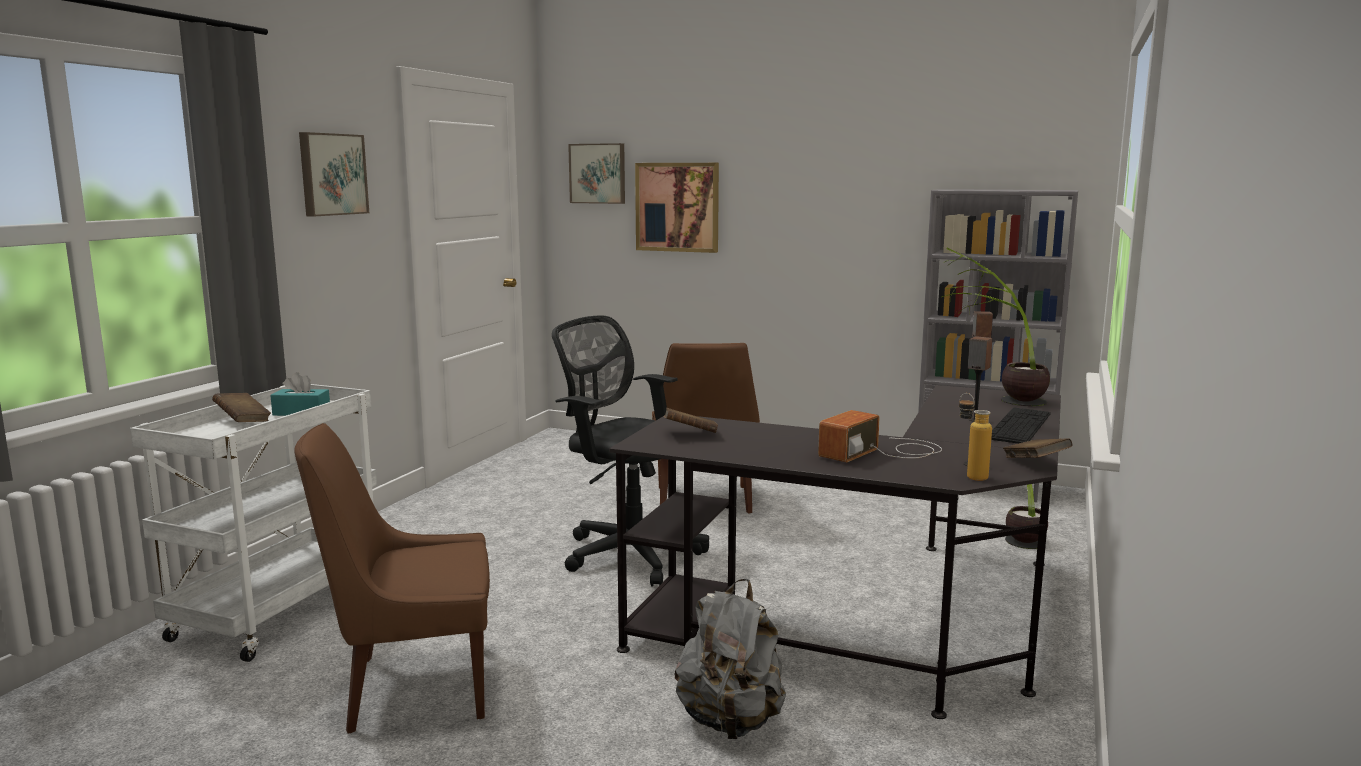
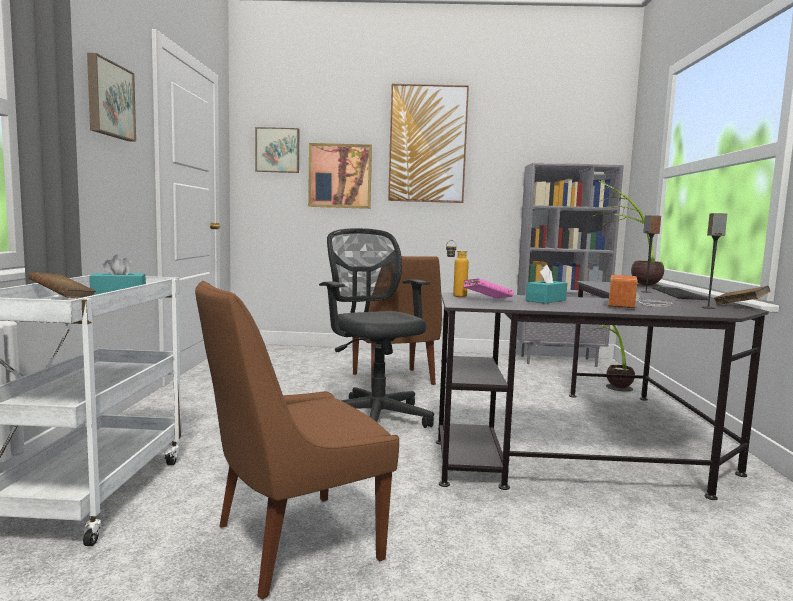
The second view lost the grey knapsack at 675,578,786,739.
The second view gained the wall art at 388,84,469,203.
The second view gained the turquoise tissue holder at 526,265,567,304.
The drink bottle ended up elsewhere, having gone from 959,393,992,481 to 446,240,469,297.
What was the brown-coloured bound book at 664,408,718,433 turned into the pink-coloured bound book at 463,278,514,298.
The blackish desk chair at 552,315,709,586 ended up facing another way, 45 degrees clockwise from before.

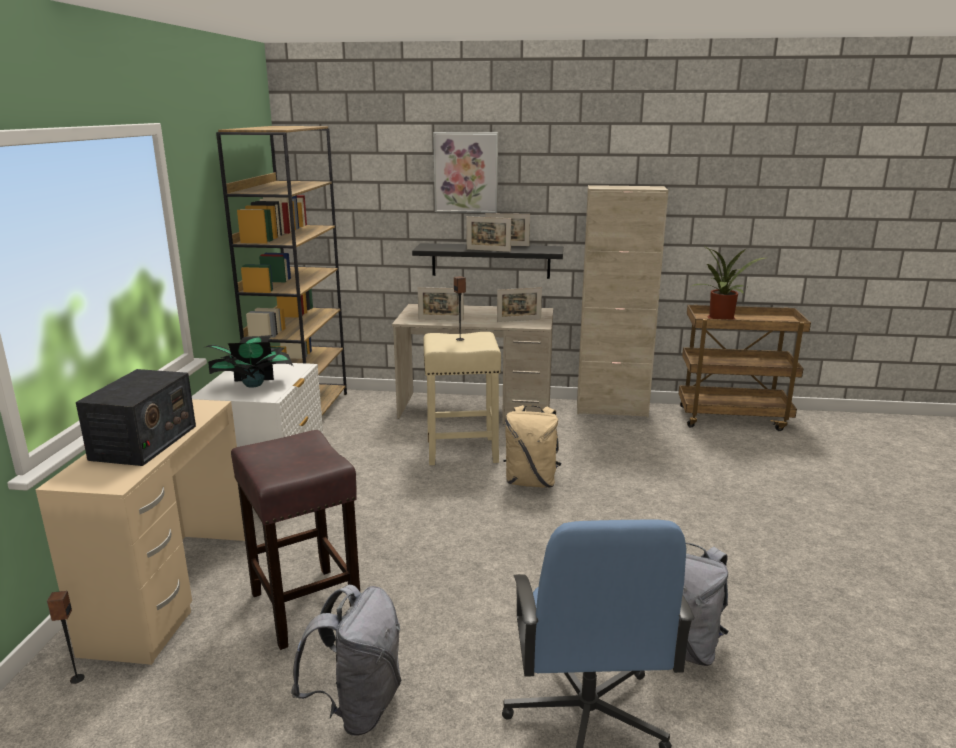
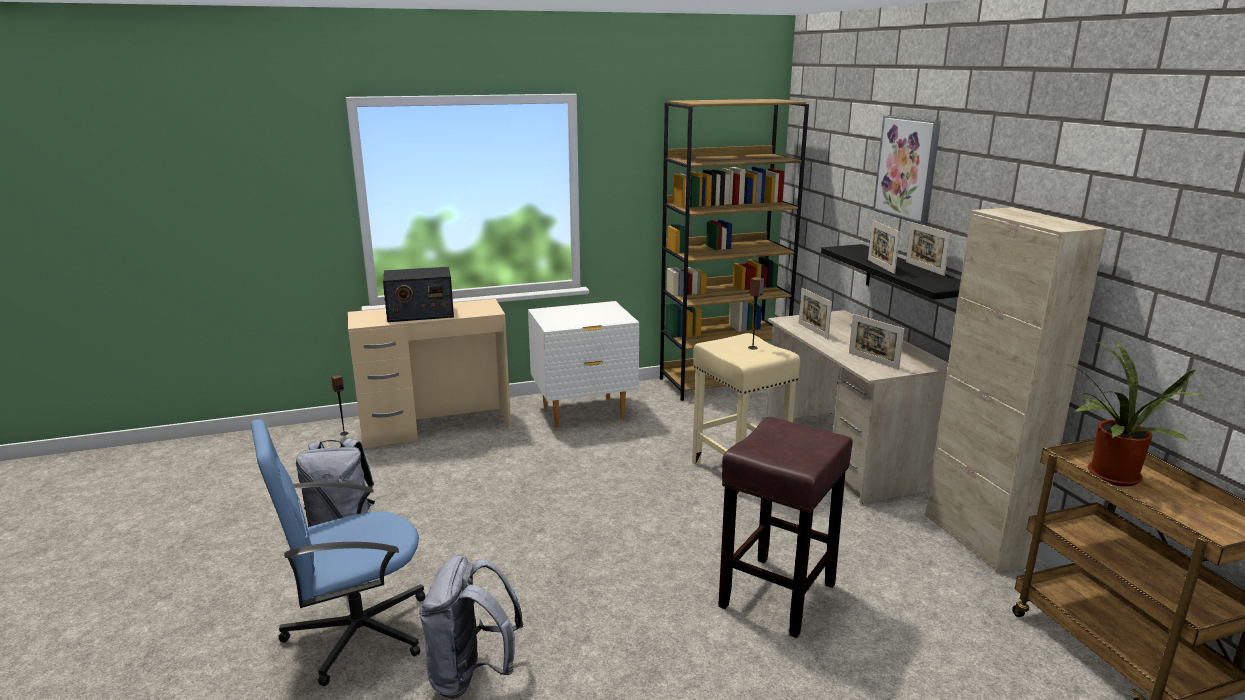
The second view lost the houseplant at 206,335,293,388.
The second view lost the sand-coloured knapsack at 503,405,562,488.
The brown-coloured stool seat ended up elsewhere, having gone from 231,430,360,650 to 718,417,853,638.

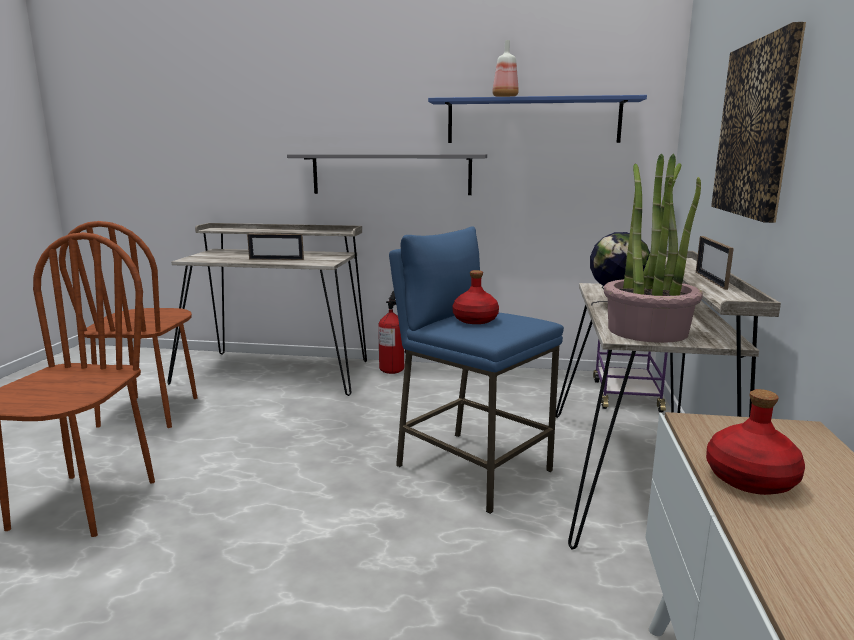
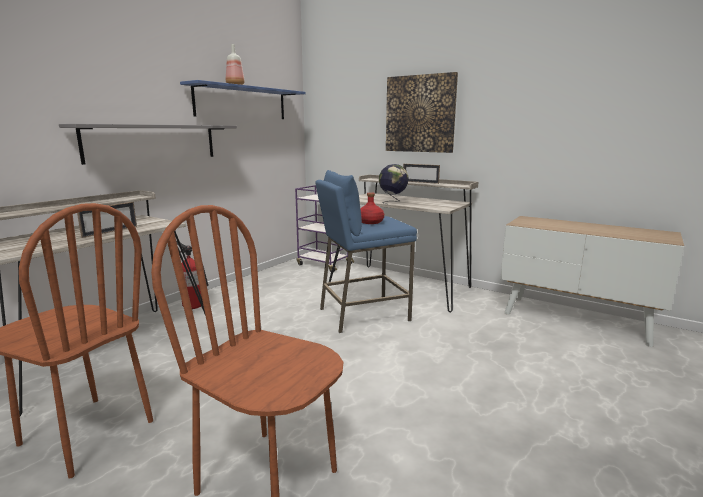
The second view lost the houseplant at 604,153,703,343.
The second view lost the red drink bottle at 706,389,805,495.

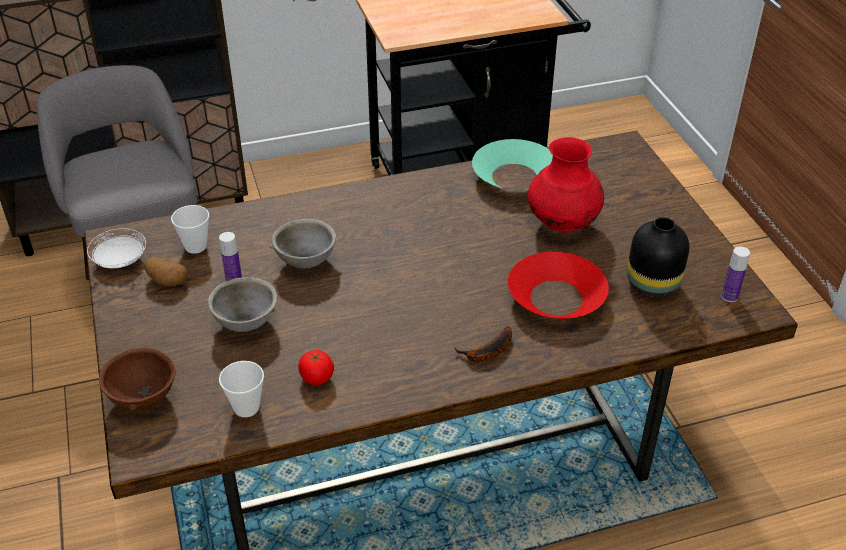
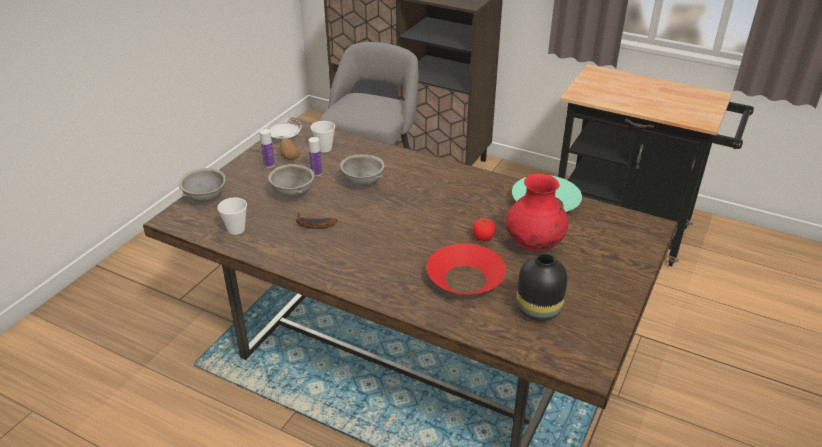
The whole tomato ended up elsewhere, having gone from 298,350,334,385 to 472,218,495,241.
The banana ended up elsewhere, having gone from 454,326,512,362 to 296,213,337,229.
The drink bottle ended up elsewhere, having gone from 721,246,750,302 to 260,129,275,168.
What was the brown-coloured deep dish at 99,348,176,411 turned into the grey deep dish at 179,168,226,202.

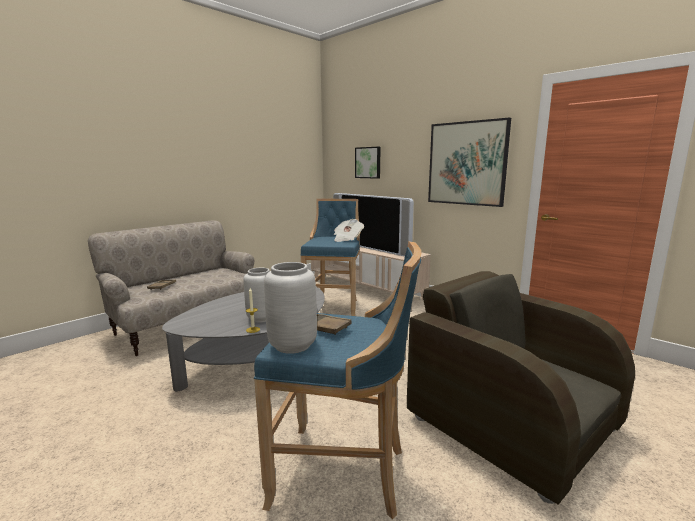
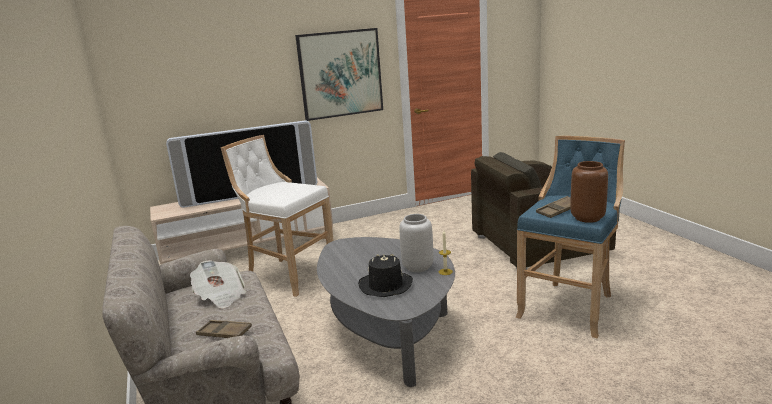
The second view lost the wall art at 355,147,381,179.
The second view gained the blackish hat at 358,254,413,297.
The newspaper ended up elsewhere, having gone from 334,219,364,242 to 190,260,246,308.
What was the grey flower vase at 264,262,317,354 turned into the brown-coloured flower vase at 570,161,608,223.
What was the blue-coloured stool seat at 301,199,360,316 turned into the whitish stool seat at 221,135,334,297.

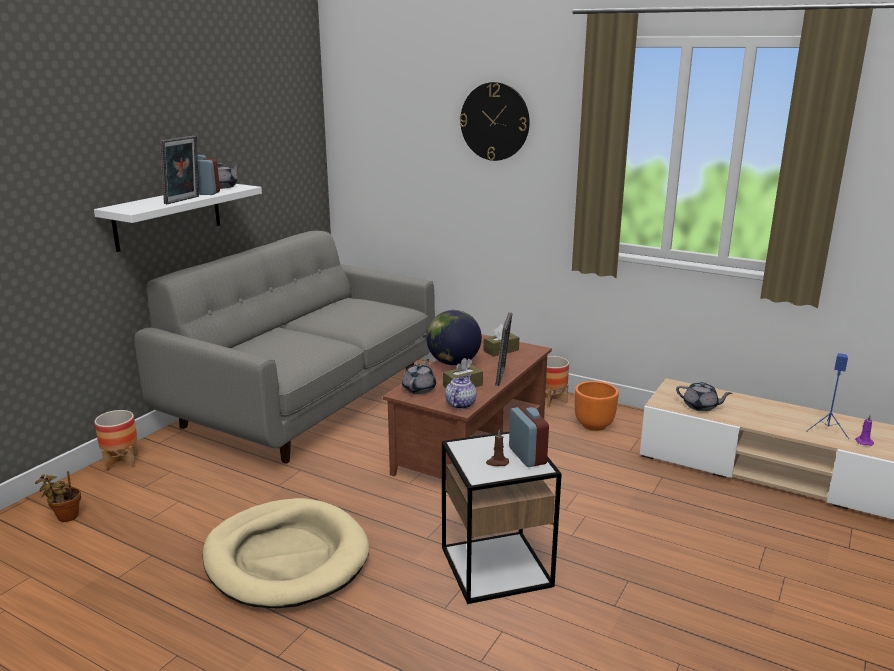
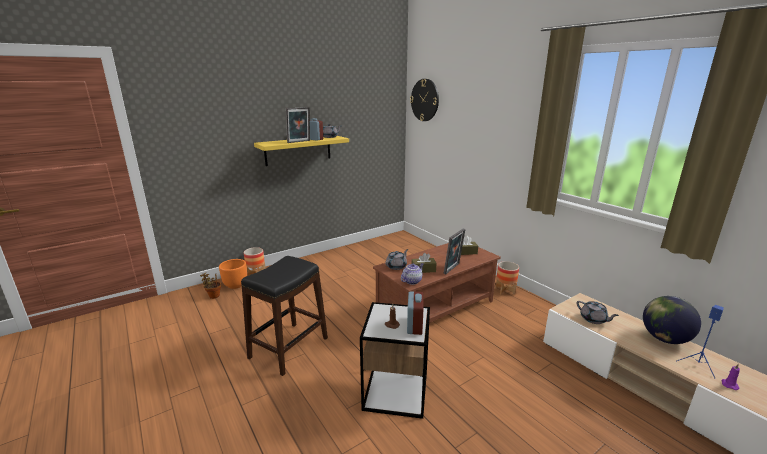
The second view lost the grey sofa at 134,231,435,464.
The globe ended up elsewhere, having gone from 426,310,482,365 to 643,296,701,344.
The wall clock ended up elsewhere, having gone from 460,82,530,161 to 410,79,439,121.
The orangey plant pot ended up elsewhere, having gone from 575,381,619,431 to 219,259,247,289.
Where the sand-coloured dog bed stood at 202,498,369,608, the blackish stool seat came to stand at 241,256,328,376.
What was the whitish shelf at 94,184,262,252 turned into the yellowish shelf at 254,136,349,166.

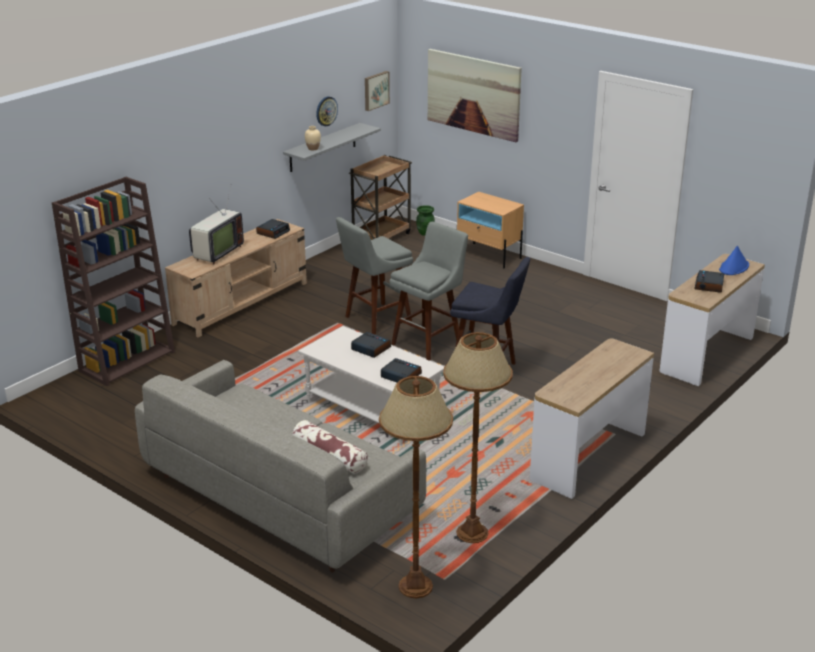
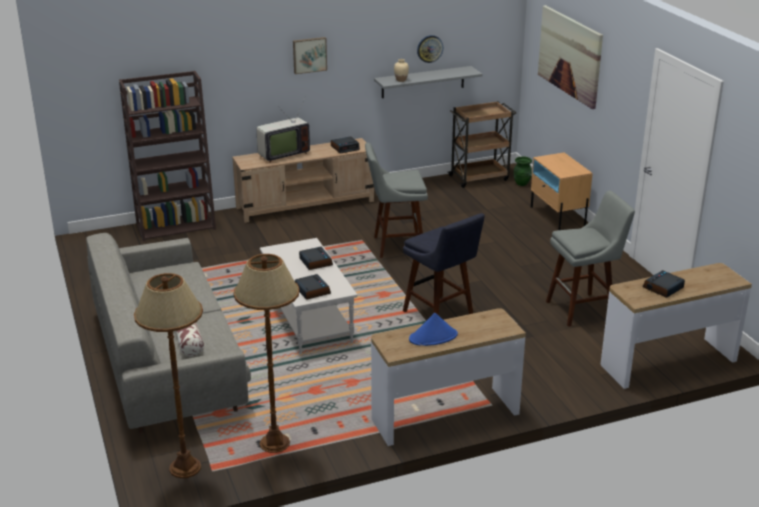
The wall art ended up elsewhere, having gone from 365,71,390,111 to 293,37,327,74.
The grey stool seat ended up elsewhere, having gone from 390,222,468,361 to 546,191,635,327.
The blue-coloured hat ended up elsewhere, having gone from 719,246,749,275 to 409,313,458,346.

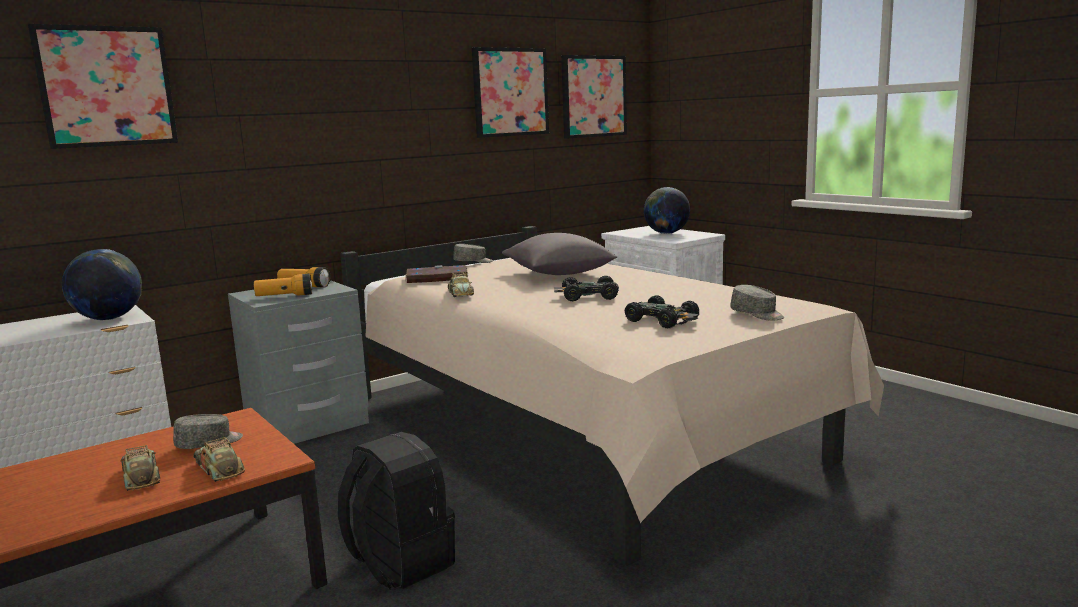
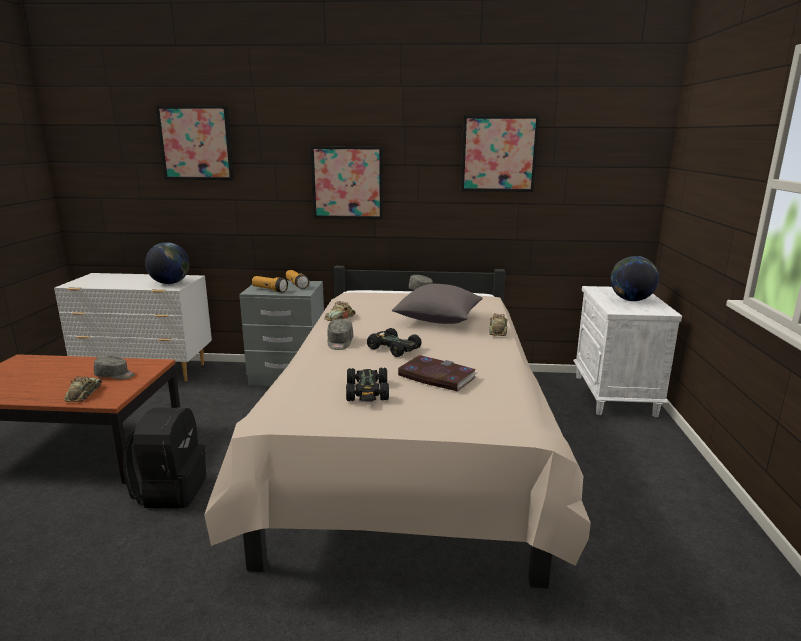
The toy car ended up elsewhere, having gone from 120,445,160,491 to 489,314,508,336.
The bound book ended up elsewhere, having gone from 405,265,469,283 to 398,355,477,391.
The wall art ended up elsewhere, having gone from 561,55,627,139 to 310,146,383,219.
The grey cap ended up elsewhere, having gone from 730,285,784,321 to 327,319,353,350.

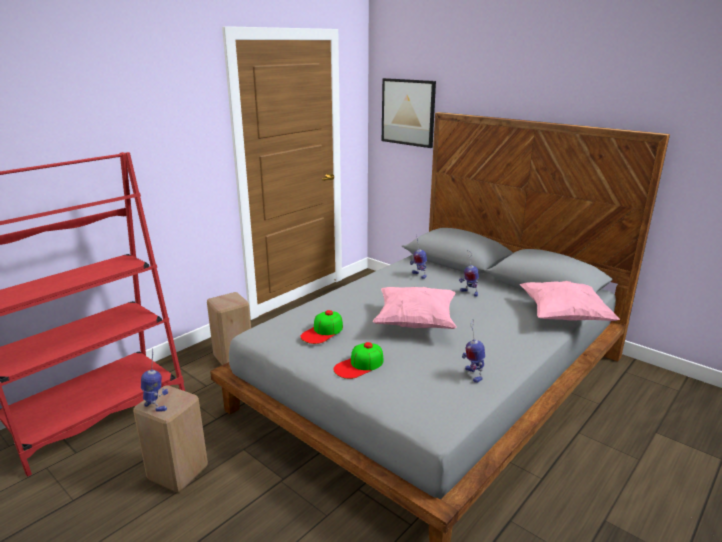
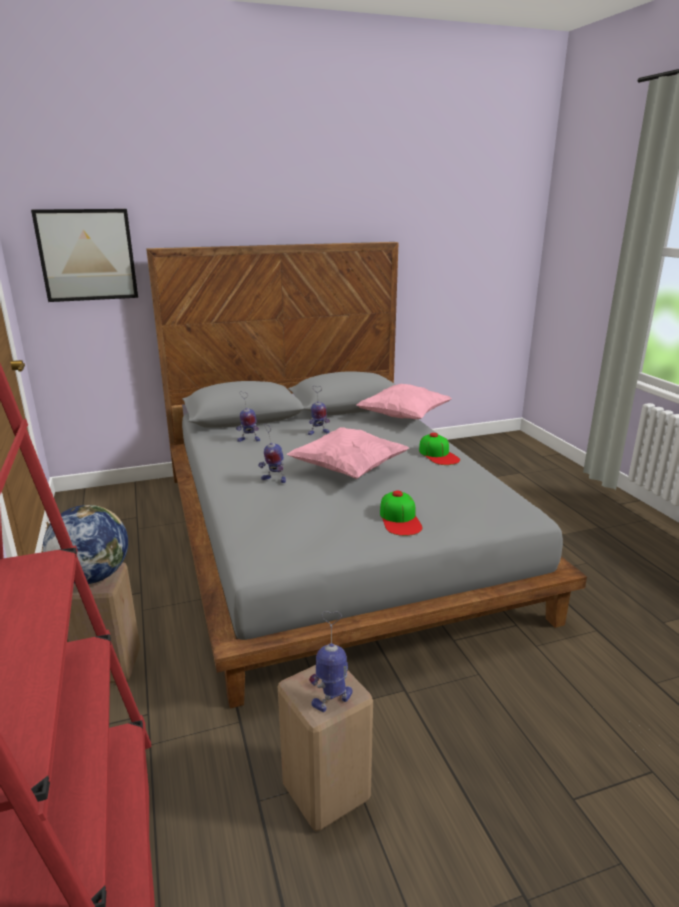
The second view gained the globe at 43,505,128,584.
The cap ended up elsewhere, having gone from 300,310,343,344 to 419,433,460,465.
The model robot ended up elsewhere, having gone from 462,319,485,383 to 258,423,286,483.

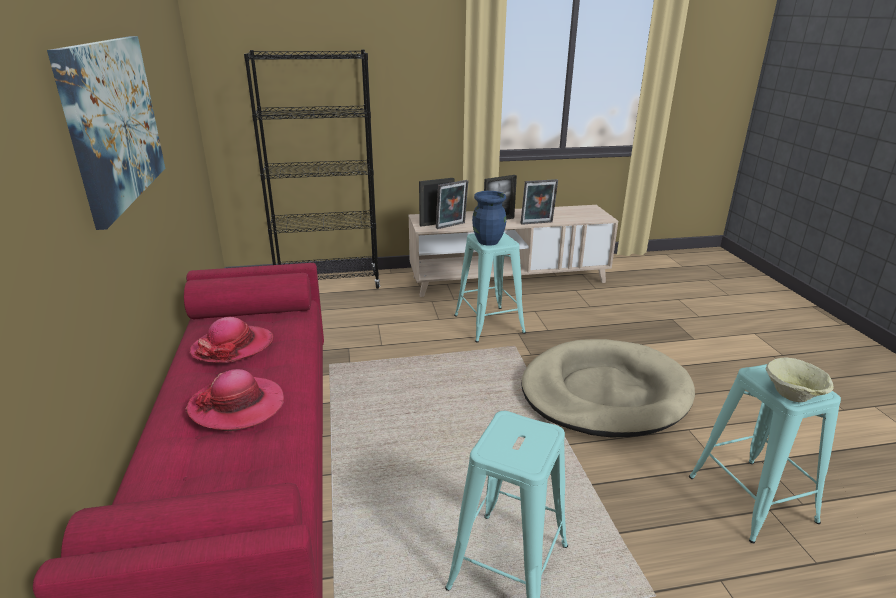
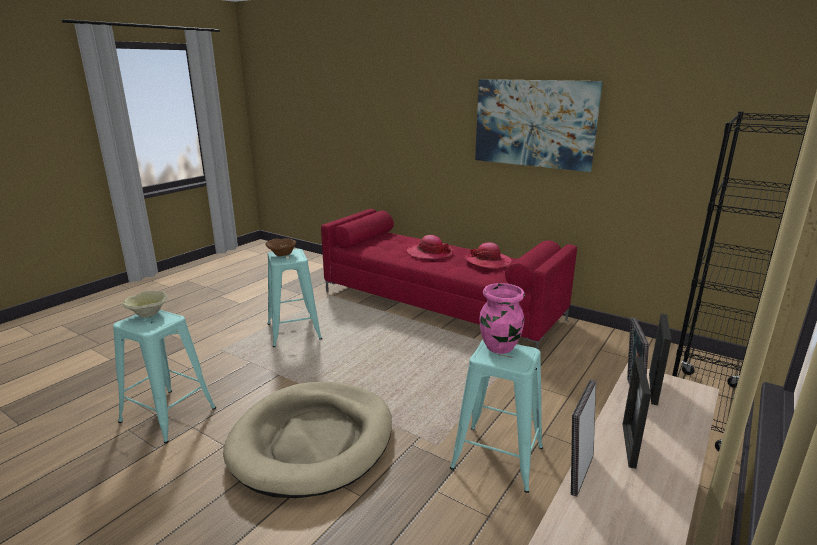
The second view gained the brown-coloured deep dish at 265,239,296,256.
What was the blue-coloured flower vase at 472,191,506,246 turned into the pink-coloured flower vase at 479,283,525,354.

